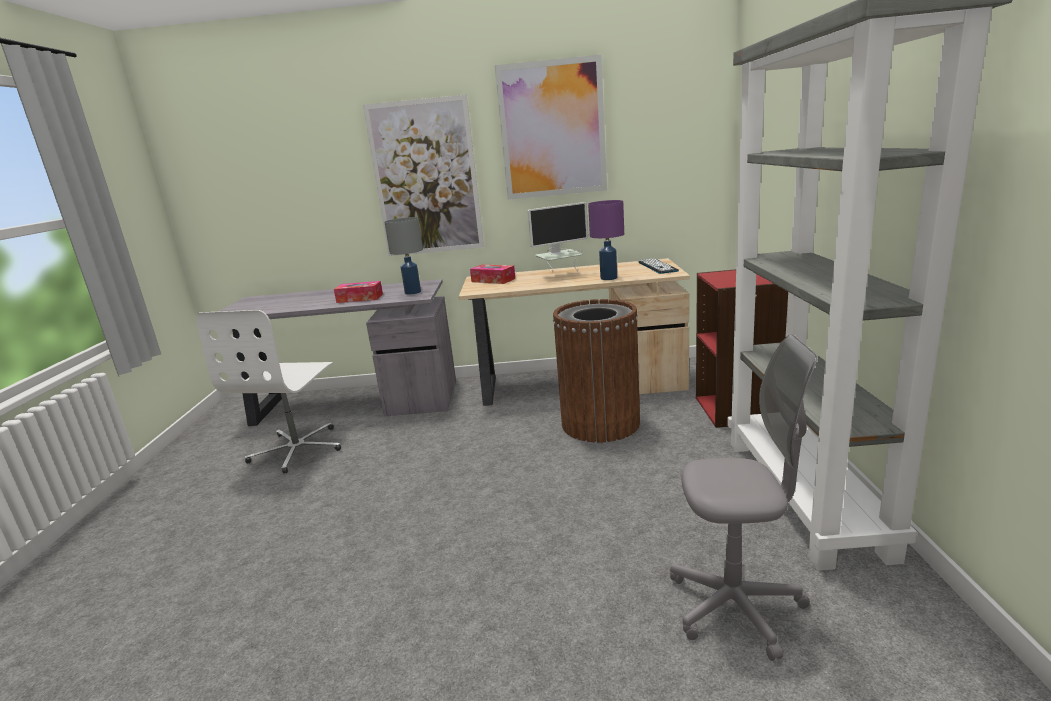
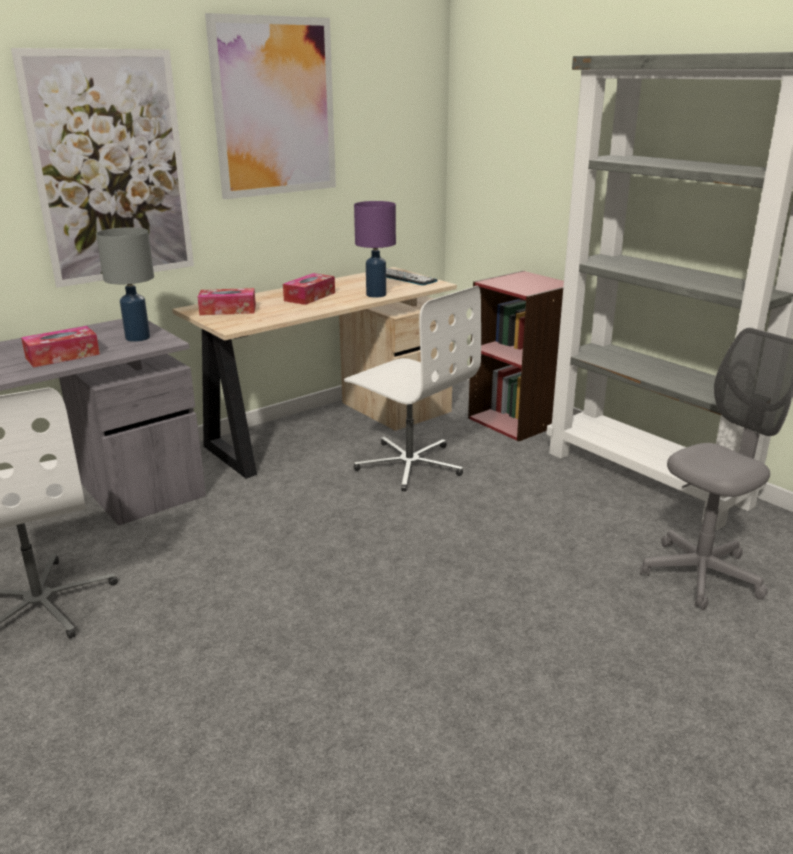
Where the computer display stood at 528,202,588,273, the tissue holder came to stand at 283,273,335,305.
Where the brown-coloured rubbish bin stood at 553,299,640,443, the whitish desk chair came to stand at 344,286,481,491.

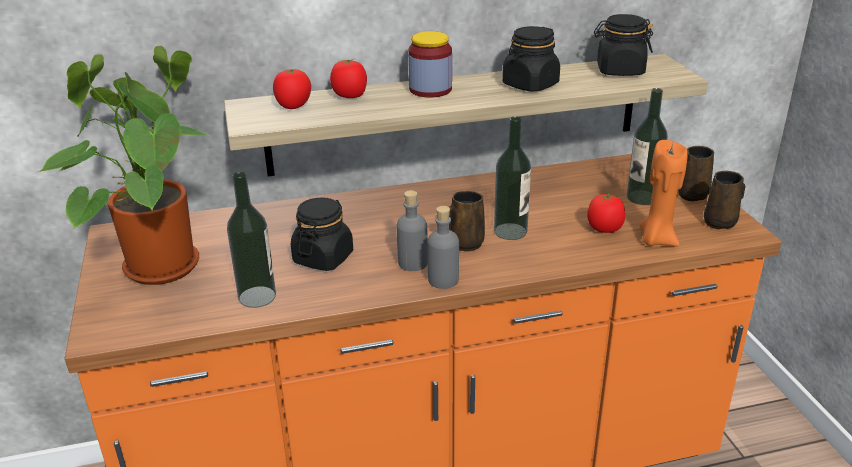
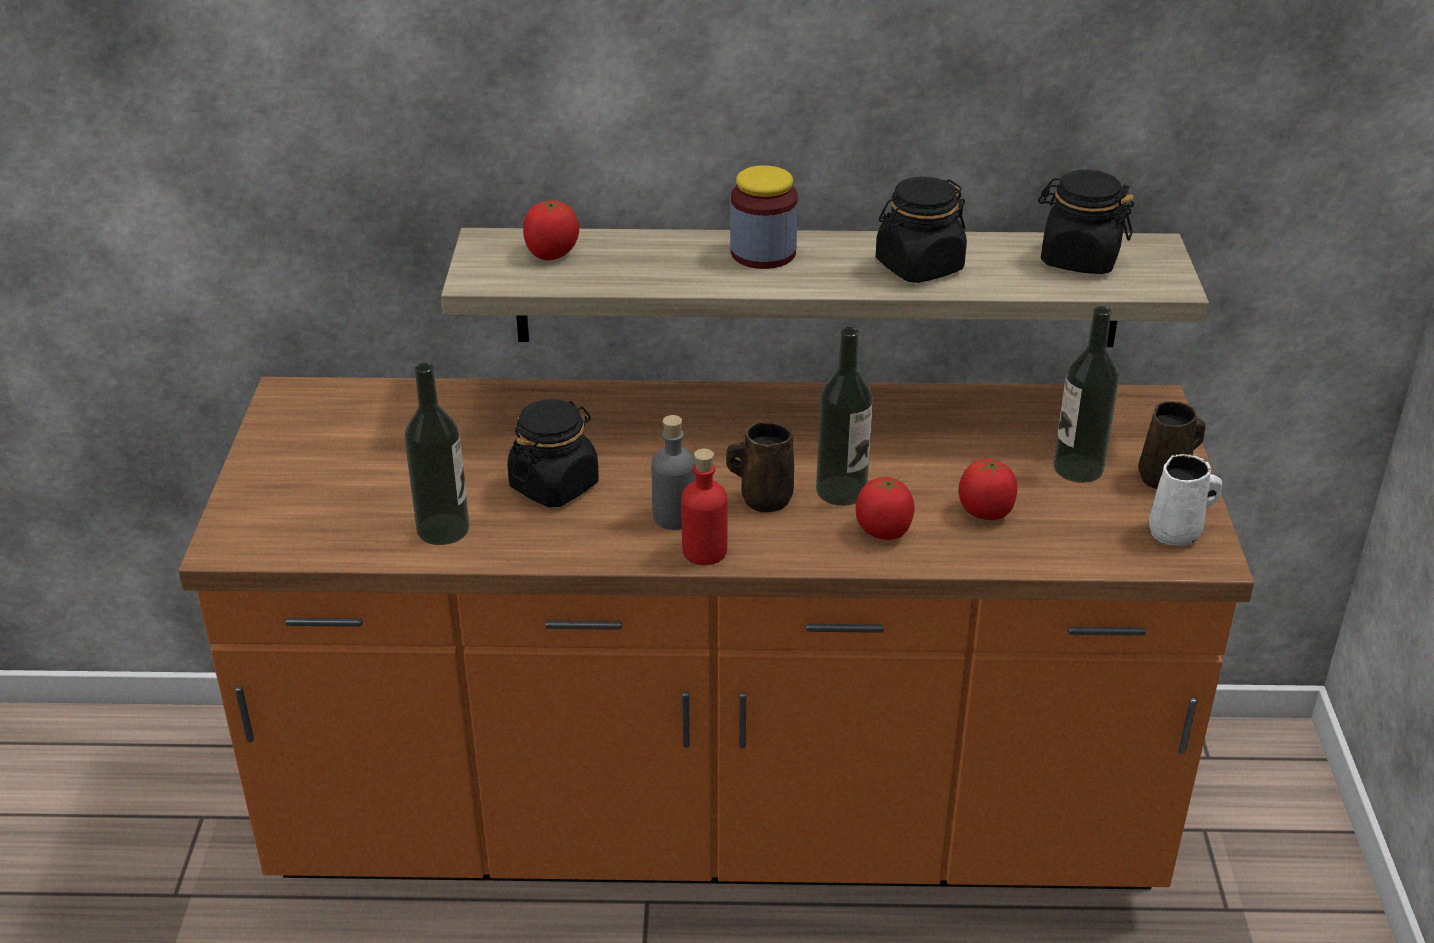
The second view lost the houseplant at 38,46,210,285.
The second view lost the orangey wax light at 640,140,688,246.
The whole tomato ended up elsewhere, having gone from 330,59,367,98 to 856,477,915,540.
What was the grey drink bottle at 427,206,459,289 turned into the red drink bottle at 681,448,728,565.
What was the brown-coloured coffee mug at 704,171,745,230 turned into the whitish coffee mug at 1149,454,1222,546.

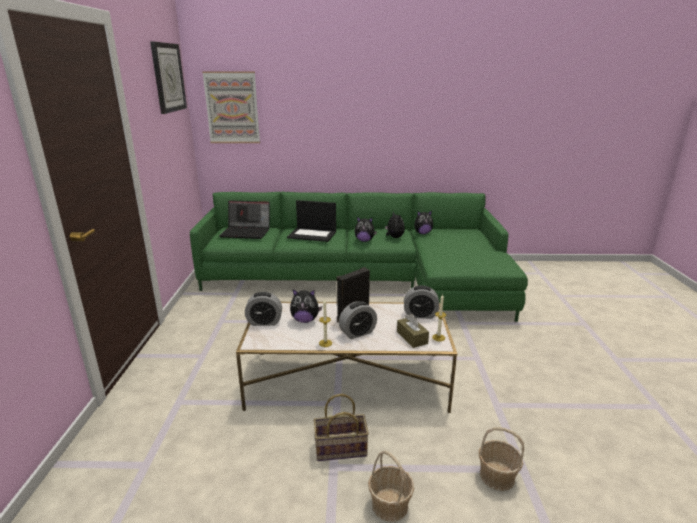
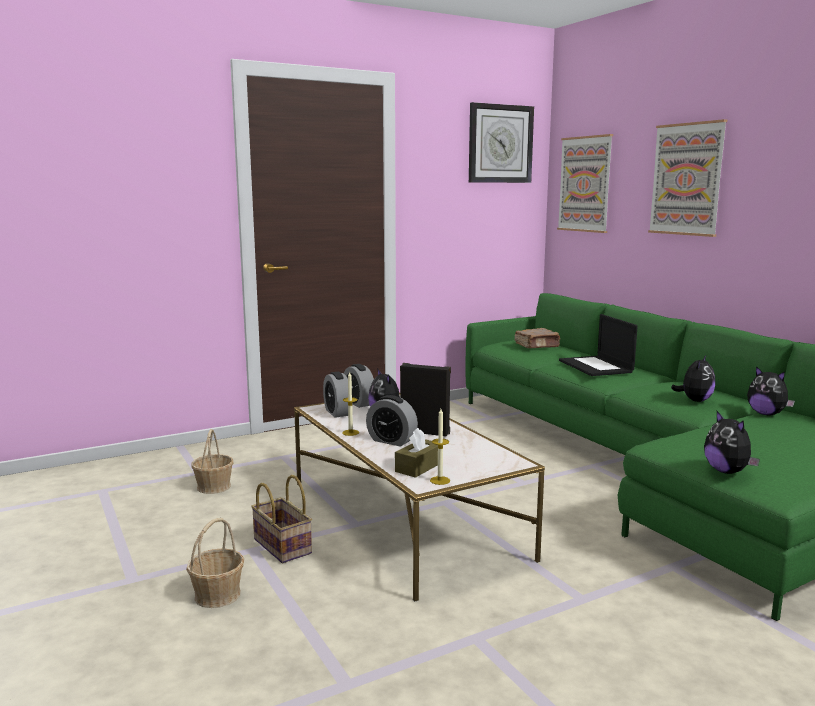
The second view gained the wall art at 648,119,727,237.
The plush toy ended up elsewhere, having gone from 355,217,377,242 to 704,411,760,474.
The bedside clock ended up elsewhere, having gone from 404,285,439,319 to 323,372,348,418.
The household basket ended up elsewhere, having gone from 479,427,524,491 to 191,429,234,494.
Where the notebook computer stood at 219,200,270,239, the brown-coloured bound book came to stand at 515,328,560,348.

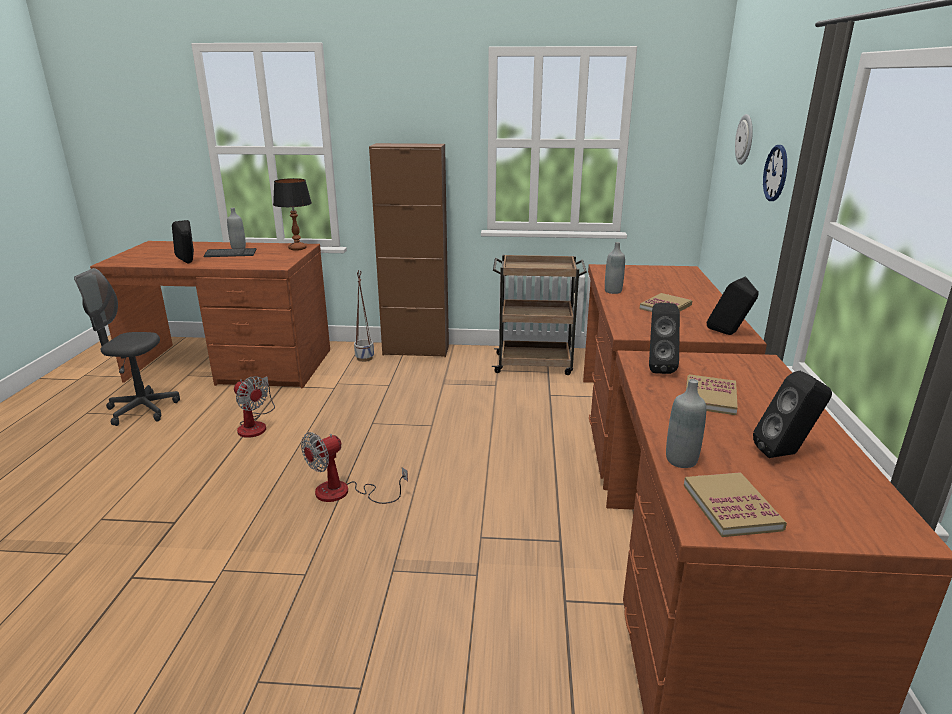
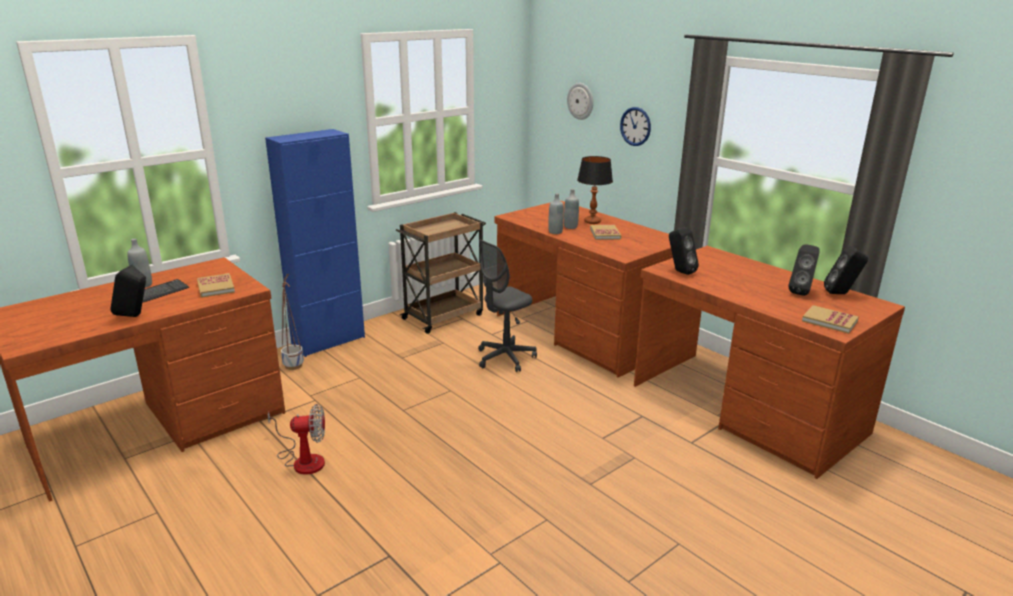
The second view lost the electric fan at 301,432,408,504.
The grey desk chair ended up elsewhere, having gone from 74,268,180,426 to 478,240,537,372.
The lamp for a table ended up elsewhere, having gone from 273,178,312,251 to 577,156,613,224.
The grey drink bottle ended up elsewhere, having gone from 666,379,706,468 to 564,189,579,229.
The bound book ended up elsewhere, having gone from 686,374,738,415 to 197,273,235,297.
The blackish speaker ended up elsewhere, having gone from 707,276,759,335 to 824,246,868,294.
What was the brown-coloured cupboard at 369,143,449,357 turned into the blue-coloured cupboard at 265,129,365,357.

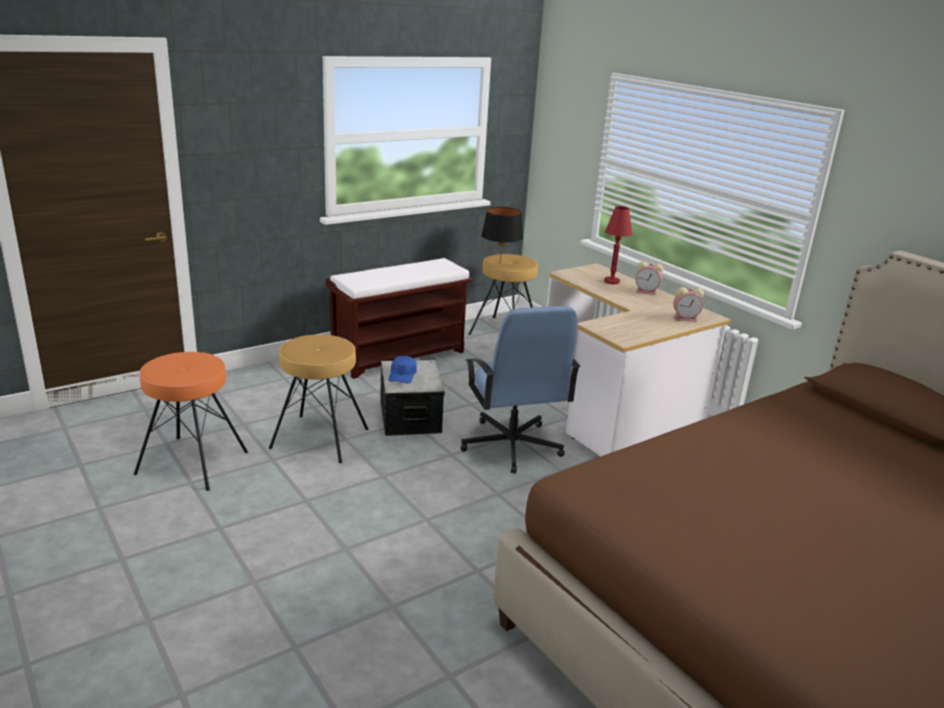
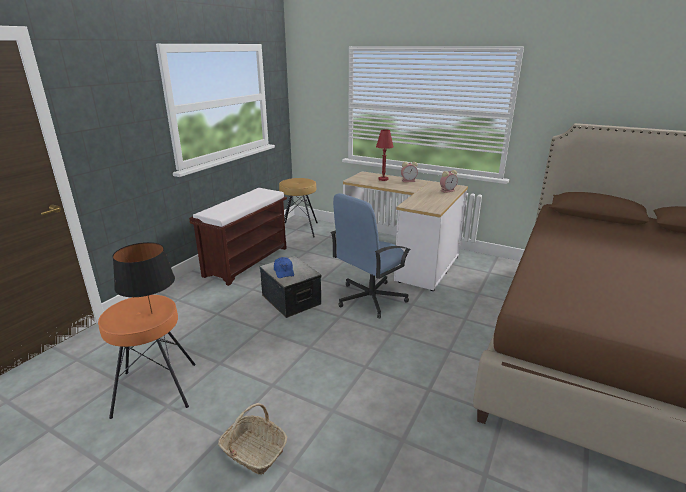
The second view lost the brown-coloured stool seat at 269,335,368,463.
The second view gained the household basket at 218,403,288,475.
The blackish lamp for a table ended up elsewhere, having gone from 481,207,523,263 to 113,242,175,314.
The blue-coloured desk chair at 461,306,580,474 ended up facing another way, 90 degrees clockwise from before.

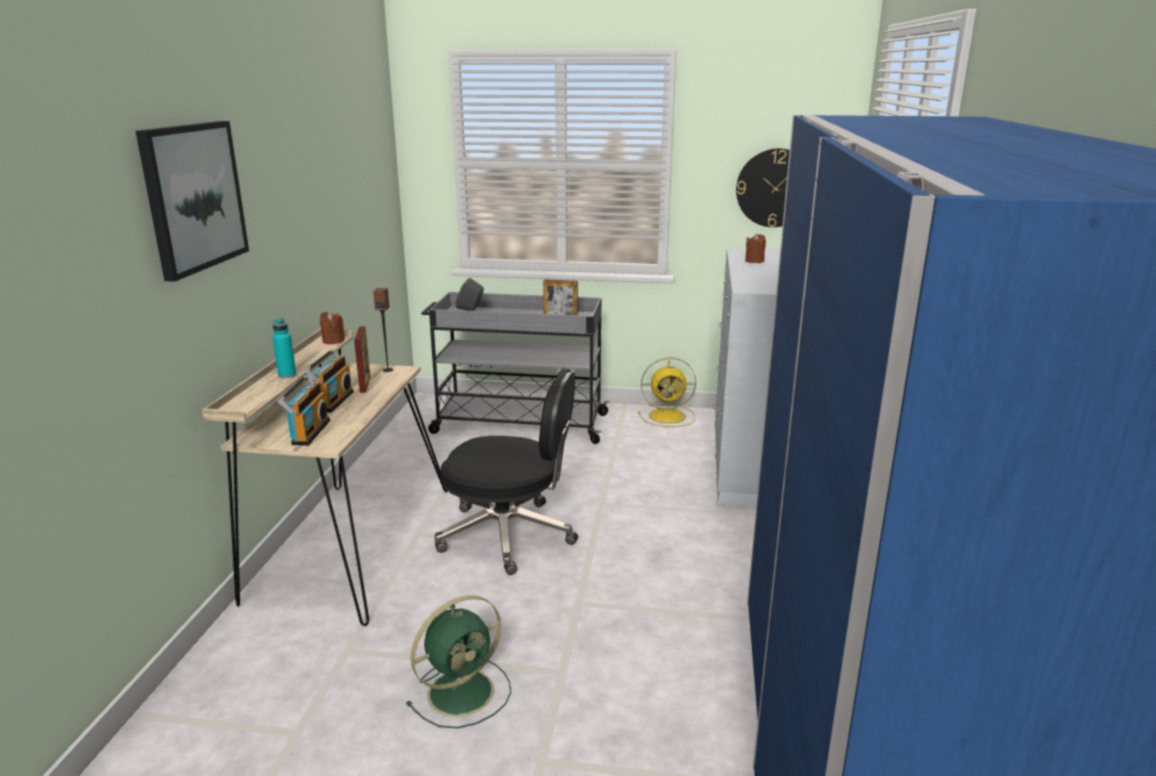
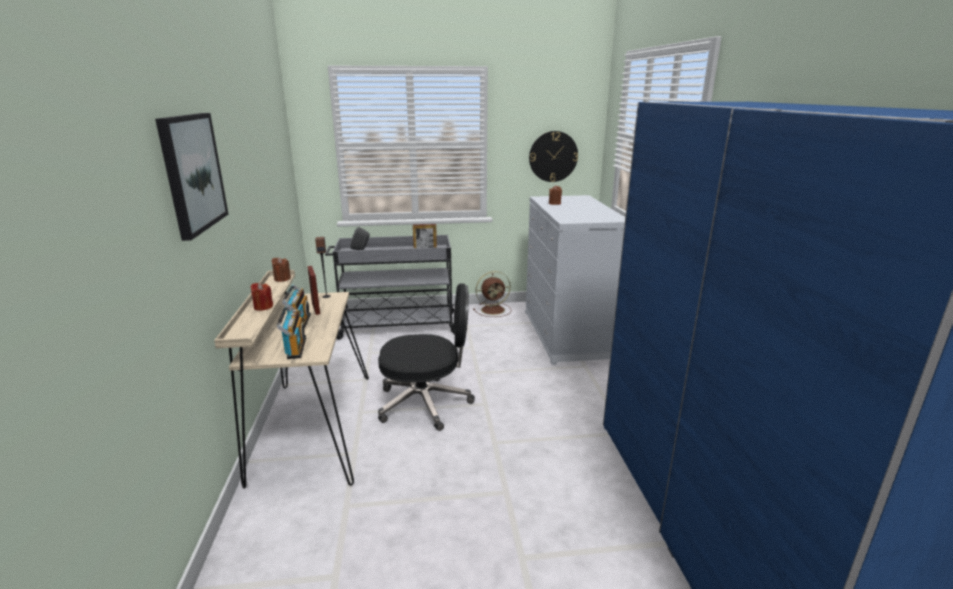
The second view lost the green electric fan at 406,595,511,728.
Where the turquoise drink bottle stood at 273,319,296,378, the red wax light came to stand at 251,283,273,311.
What was the yellowish electric fan at 638,357,696,427 turned into the brown-coloured electric fan at 473,271,512,317.

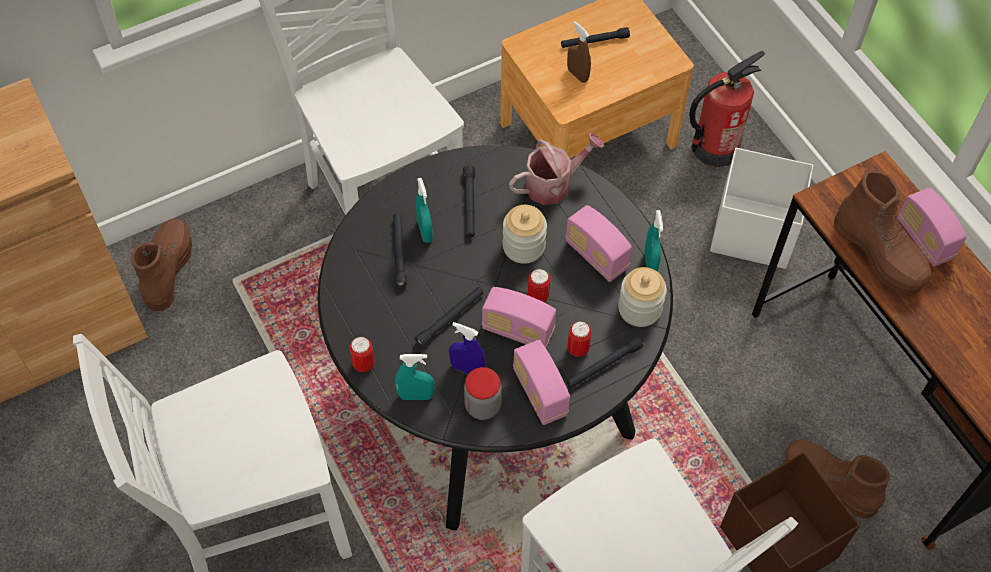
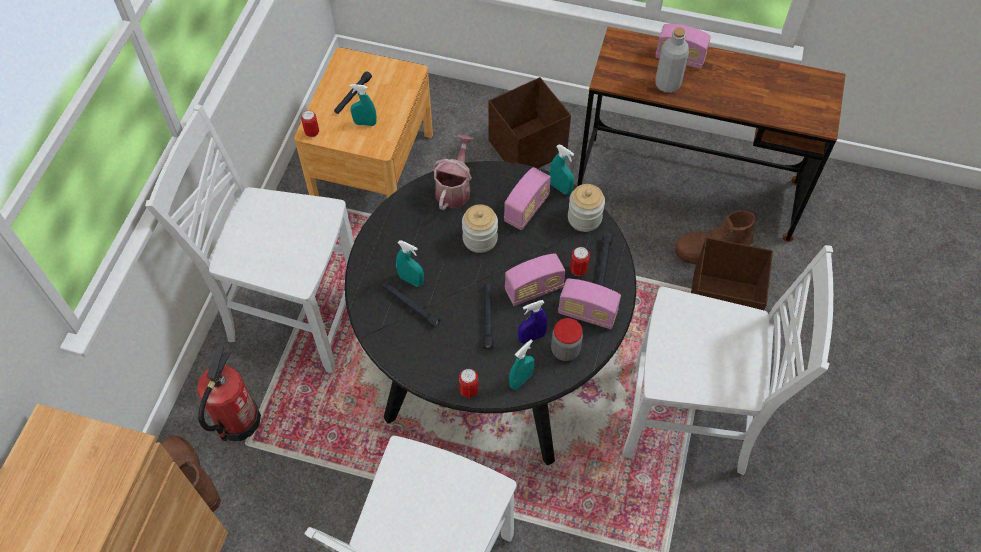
The second view lost the blackish torch at 463,165,475,237.
The metal can ended up elsewhere, having gone from 528,269,551,303 to 301,110,319,138.
The fire extinguisher ended up elsewhere, having gone from 689,51,765,167 to 197,342,261,441.
Where the brown-coloured tall boot stood at 834,171,931,295, the grey drink bottle came to stand at 655,27,689,93.
What was the brown-coloured hand sprayer at 567,21,591,83 turned into the turquoise hand sprayer at 349,84,377,126.
What was the whitish storage container at 710,148,813,269 turned into the brown-coloured storage container at 488,77,571,168.
The radio receiver at 565,205,632,282 ended up facing another way, 60 degrees counterclockwise from before.

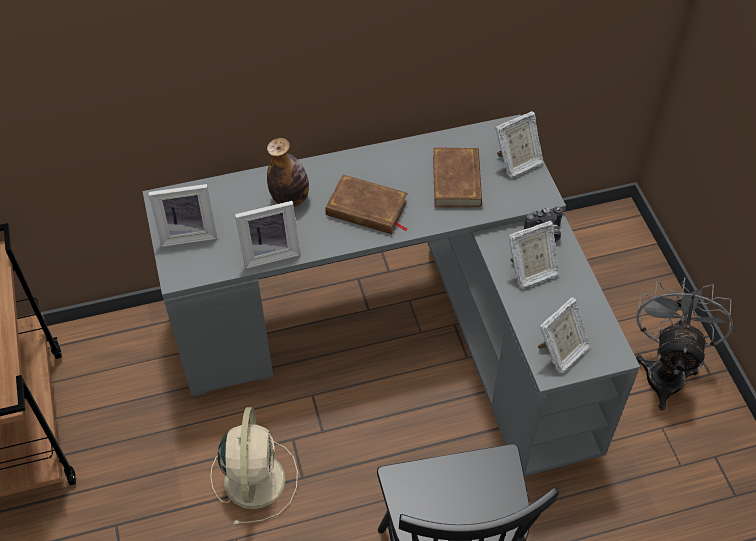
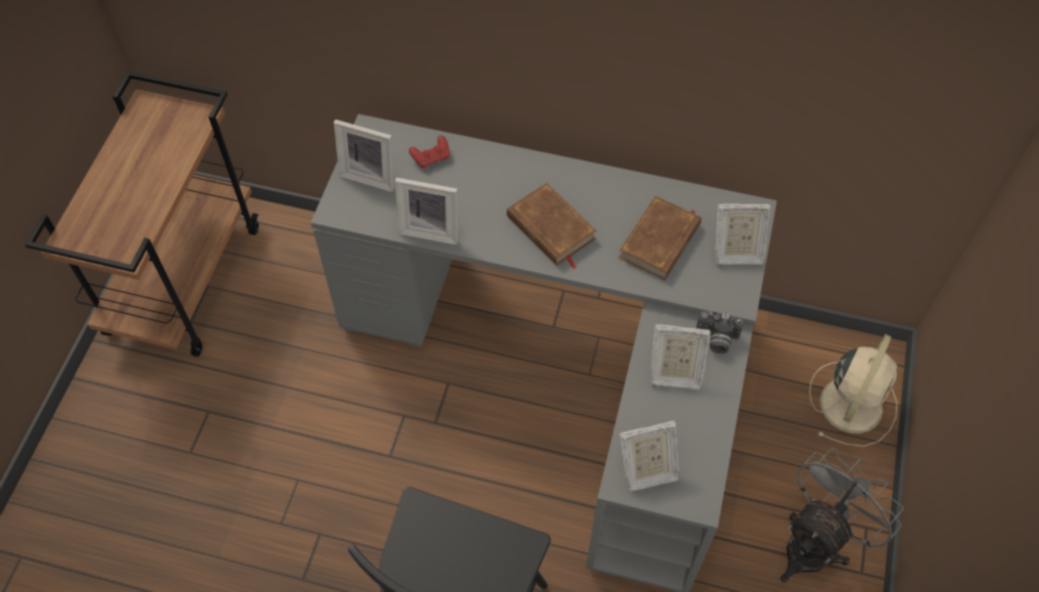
The second view lost the drink bottle at 267,138,309,207.
The second view gained the red game controller at 409,135,450,168.
The sand-coloured electric fan ended up elsewhere, having gone from 210,407,298,525 to 809,334,897,447.

